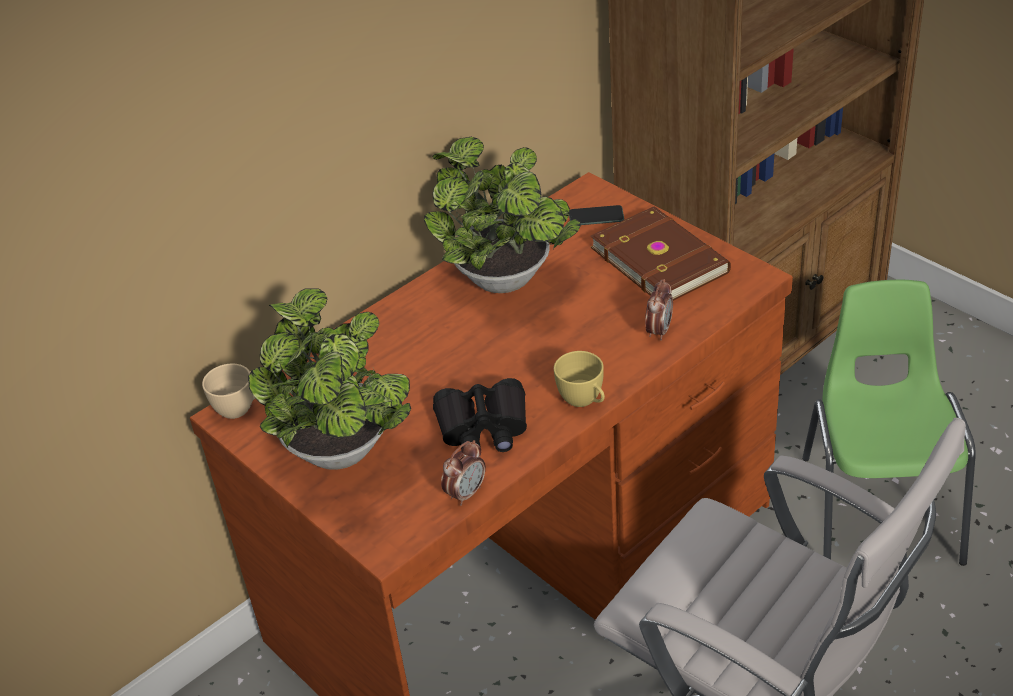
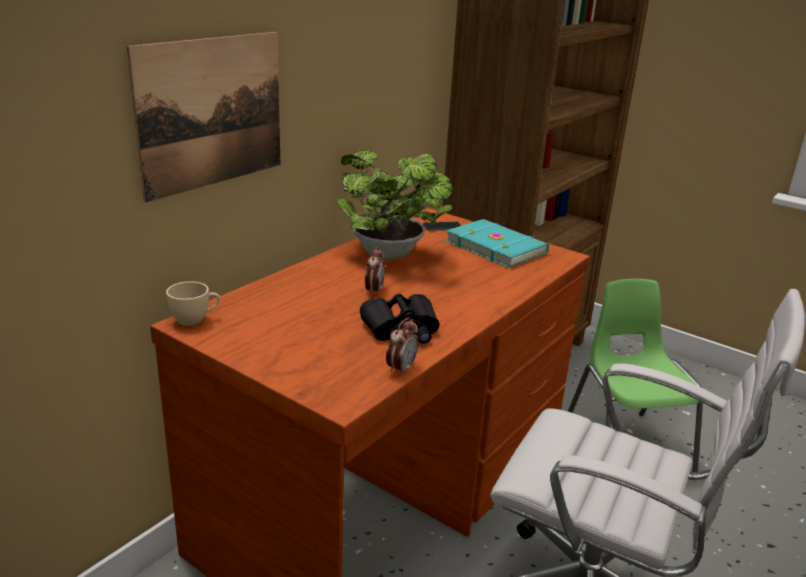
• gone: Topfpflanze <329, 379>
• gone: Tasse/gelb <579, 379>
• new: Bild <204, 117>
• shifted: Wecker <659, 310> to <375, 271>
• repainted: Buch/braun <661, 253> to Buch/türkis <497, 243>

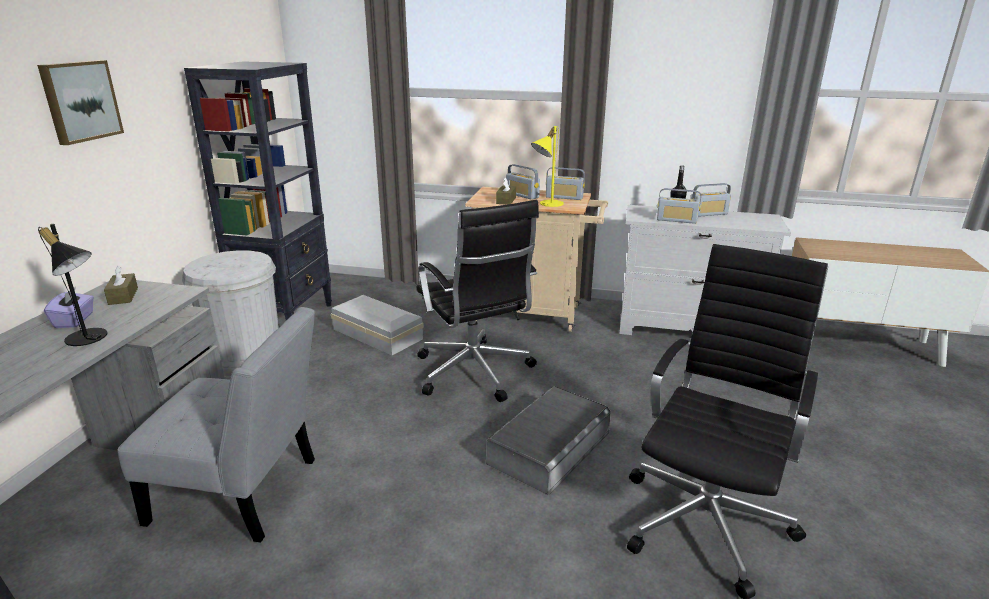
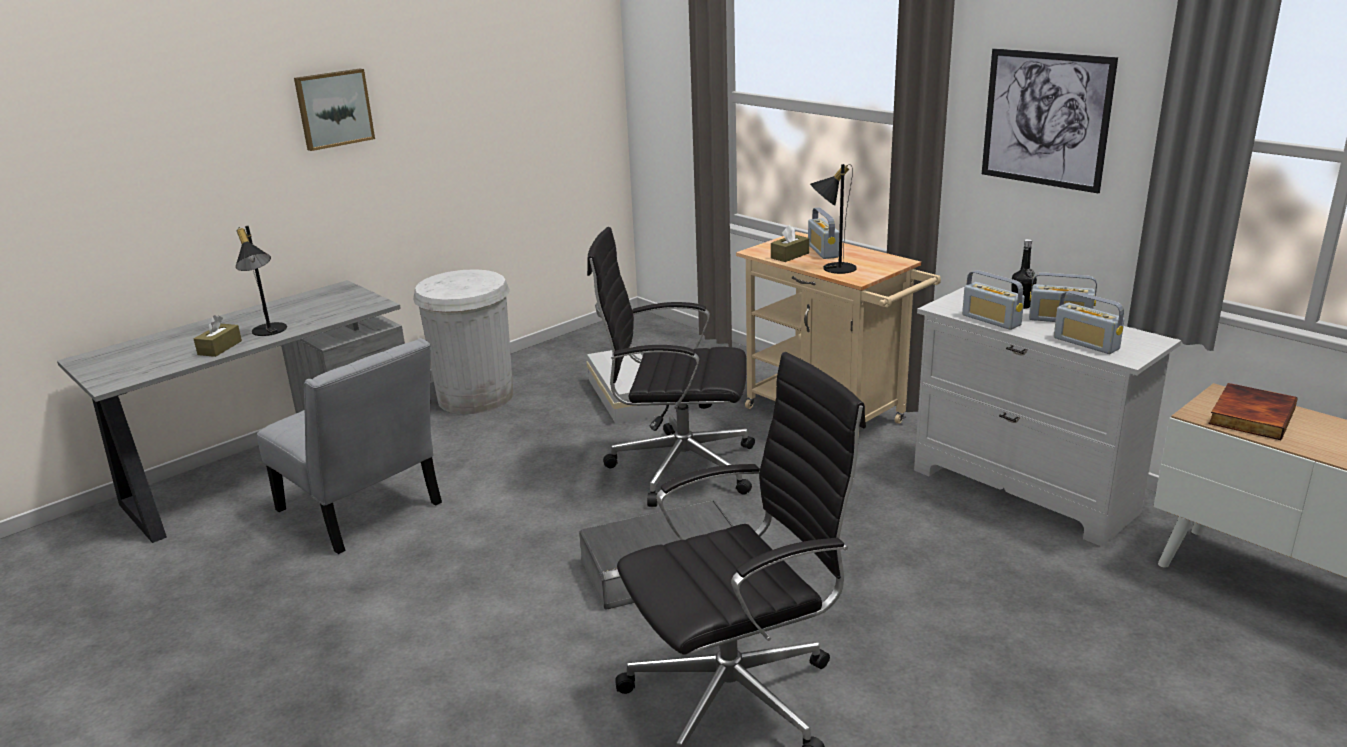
• gone: Taschentuchbox/lila <69, 307>
• gone: Bücherregal/schwarz <258, 191>
• new: Bild <1050, 121>
• new: Buch <1253, 411>
• shifted: Taschentuchbox/braun <121, 285> to <218, 336>
• shifted: Radio <565, 183> to <1089, 322>
• repainted: Tischlampe/gelb <547, 166> to Tischlampe/schwarz <833, 219>
• rotated: Bürostuhl/schwarz <478, 301> = <671, 367> 90 degrees clockwise

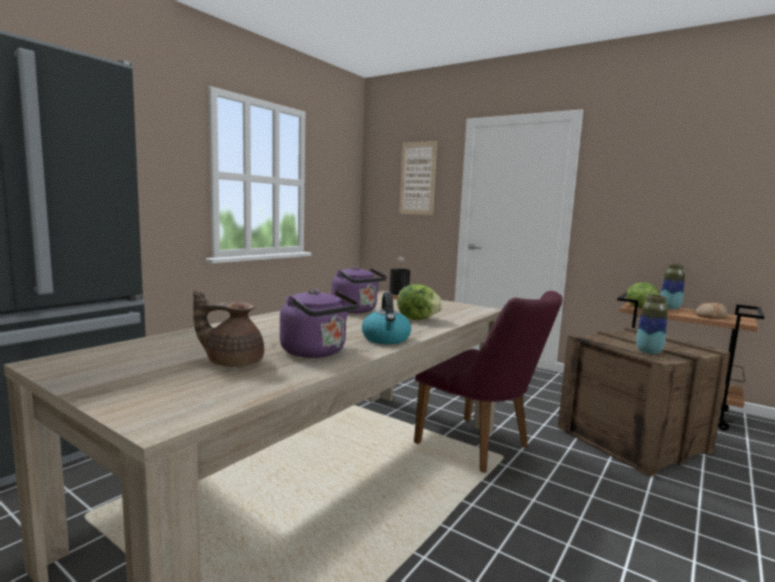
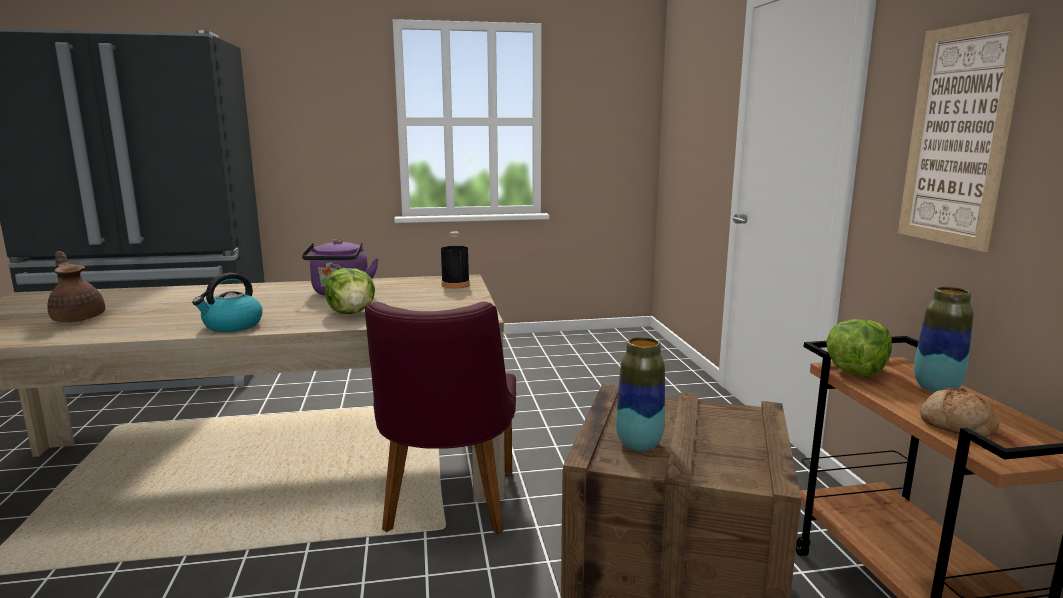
• gone: Wasserkessel/lila <320, 323>
• shifted: Bild <418, 178> to <964, 132>

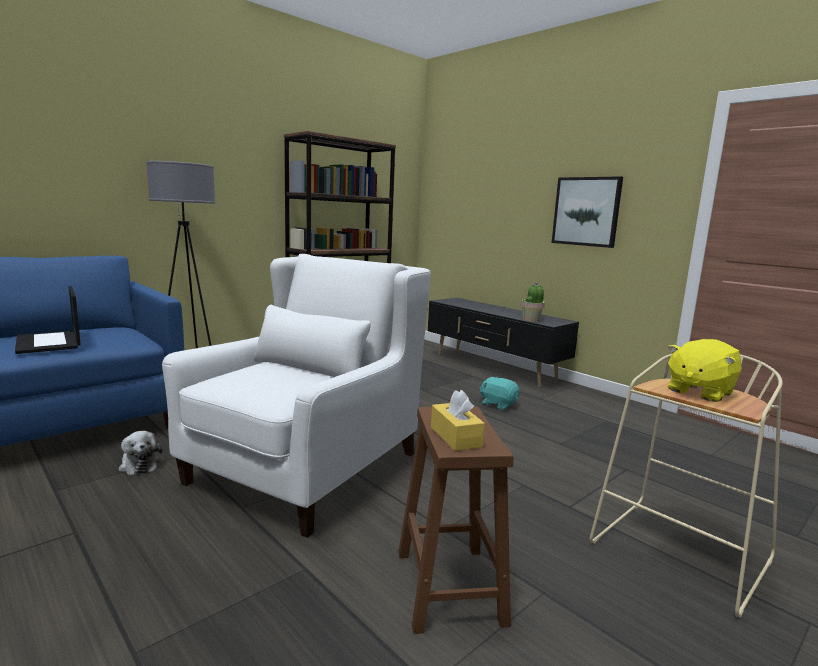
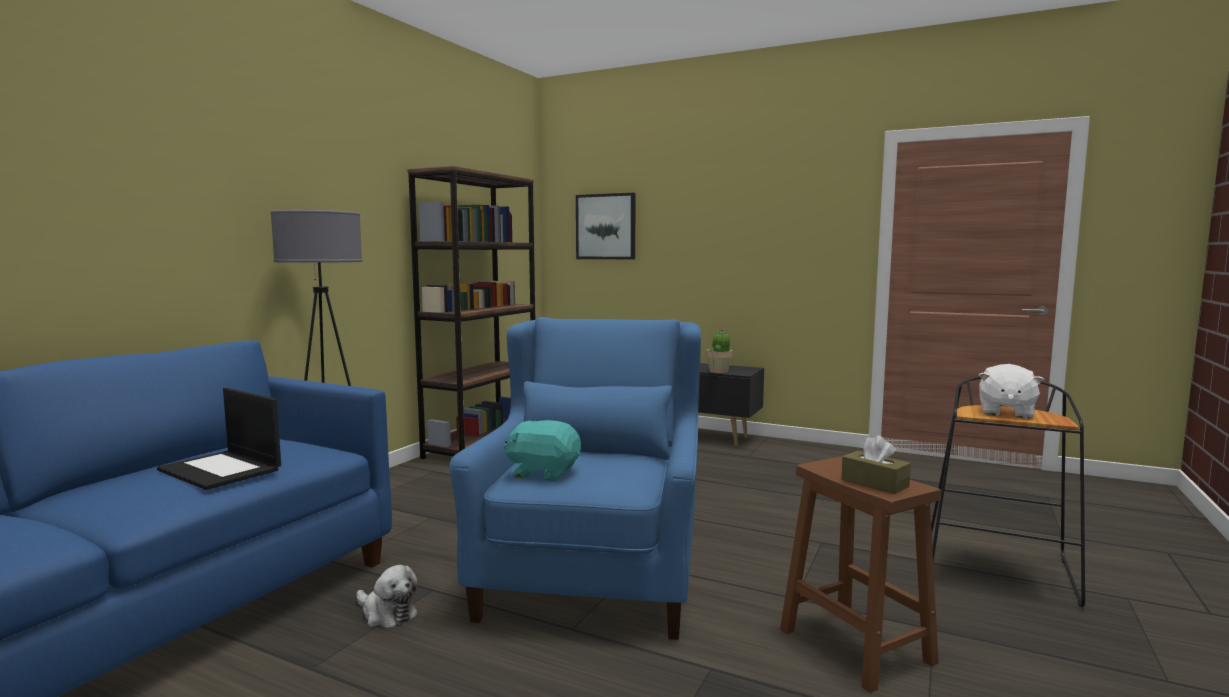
• shifted: Plüschtier/türkis <500, 393> to <542, 450>
• shifted: Bild <587, 212> to <606, 226>
• repainted: Sessel/weiß <296, 396> to Sessel/blau <575, 478>
• repainted: Taschentuchbox/gelb <458, 420> to Taschentuchbox/braun <876, 464>
• repainted: Hocker/beige <686, 485> to Hocker/schwarz <1008, 491>
• repainted: Plüschtier/gelb <705, 370> to Plüschtier/weiß <1011, 391>

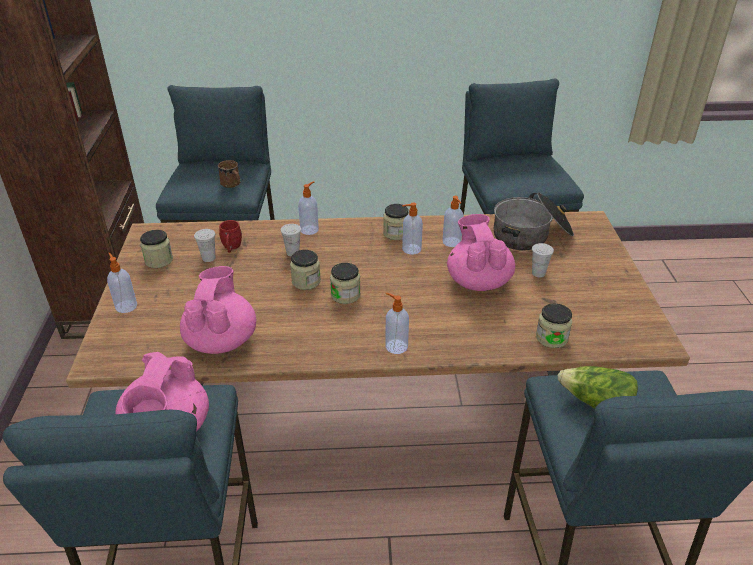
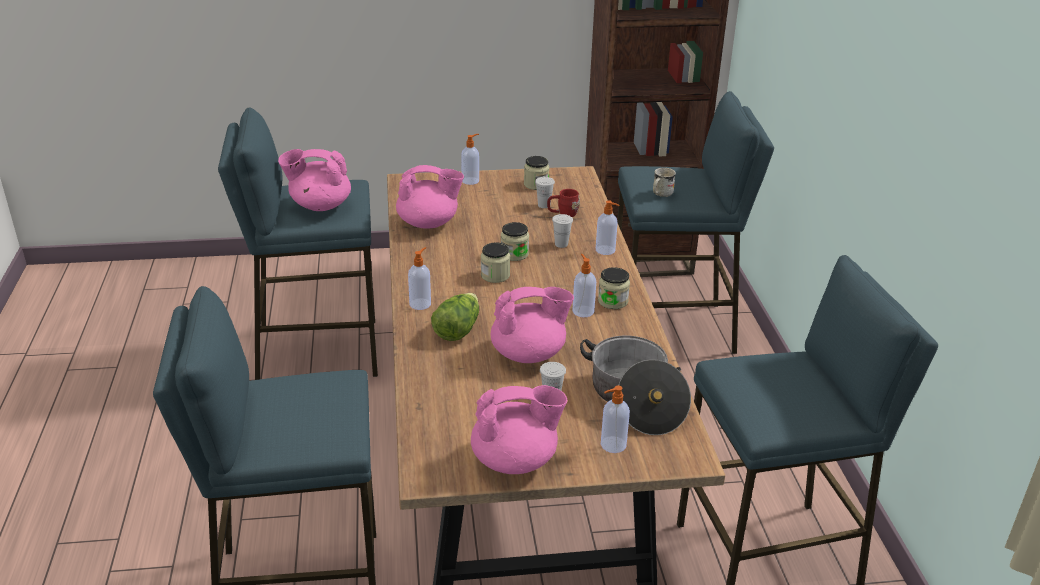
• gone: Vorratsglas <554, 325>
• new: Teekanne/rosa <519, 429>
• shifted: Seifenspender <453, 221> to <615, 419>
• shifted: Salatkopf <598, 387> to <455, 317>
• repainted: Henkelbecher/braun <229, 174> to Henkelbecher/weiß <664, 182>

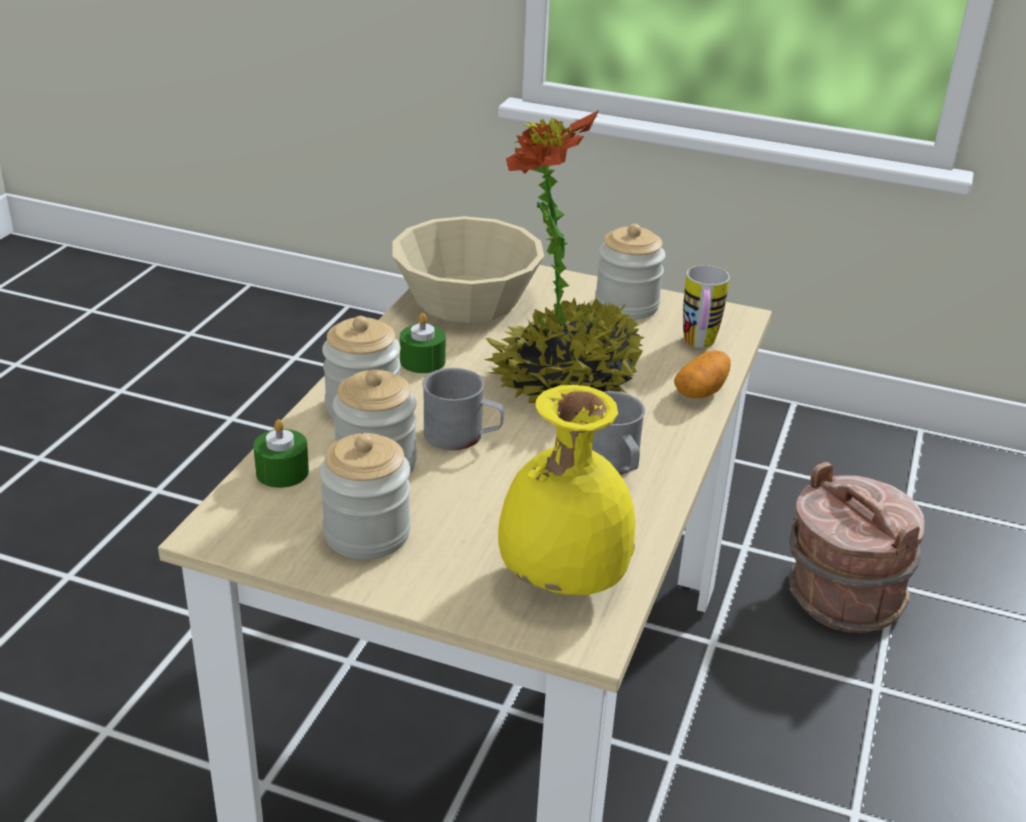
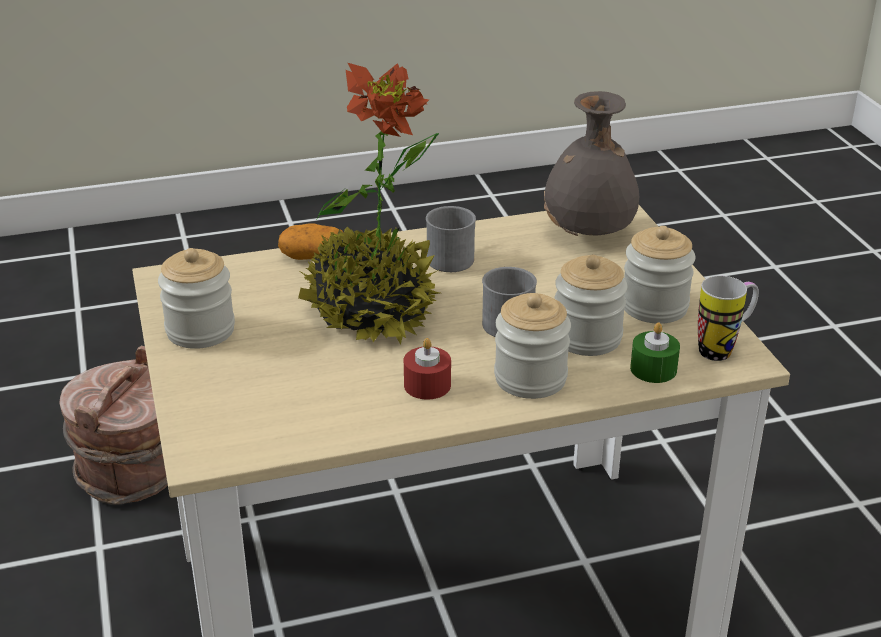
• gone: Schüssel/beige <468, 269>
• shifted: Henkelbecher <706, 306> to <728, 318>
• repainted: Kerze/grün <423, 343> to Kerze/rot <427, 369>
• repainted: Vase/gelb <566, 490> to Vase/grau <591, 163>

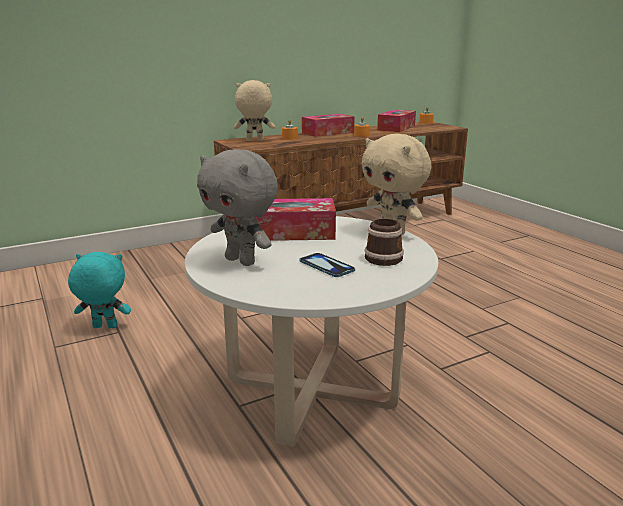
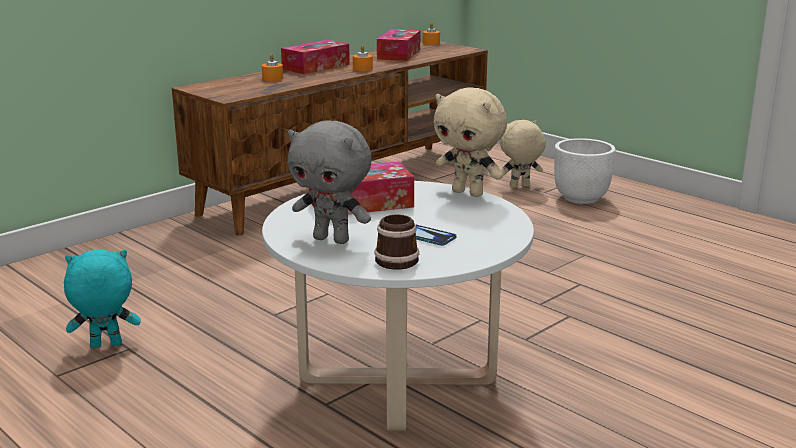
• new: Pflanzkübel/weiß <585, 171>
• shifted: Plüschtier/beige <254, 110> to <523, 154>
• shifted: Henkelbecher <384, 242> to <397, 242>

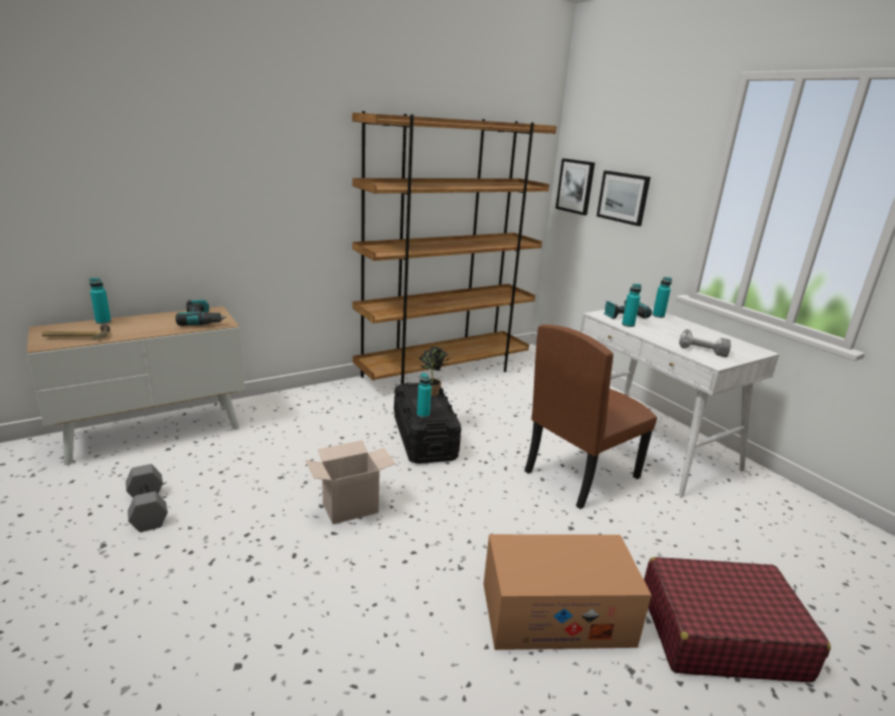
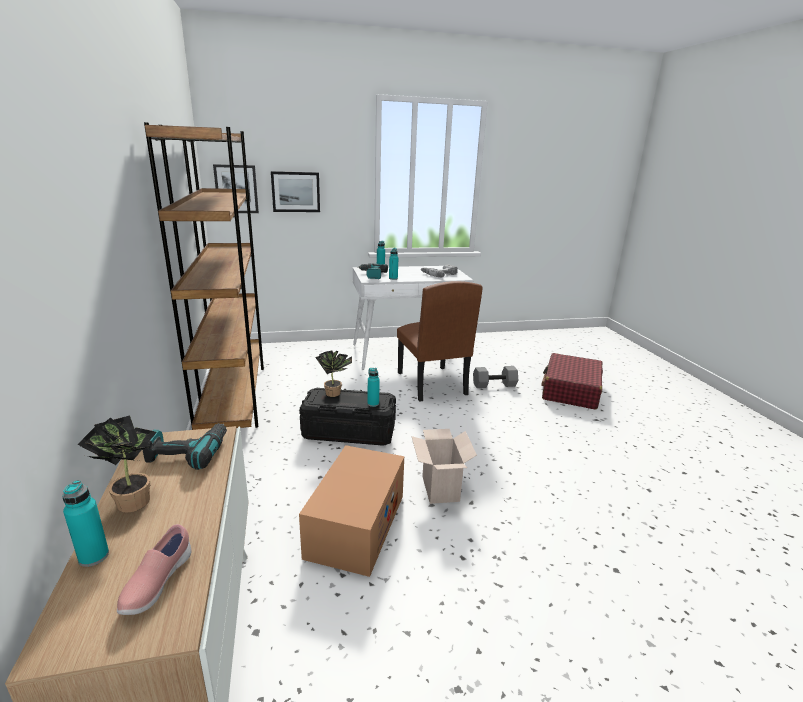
• new: Topfpflanze <117, 464>
• shifted: Hantel/grau <147, 498> to <495, 377>
• shifted: Karton <568, 592> to <351, 511>
• swapped: Hammer <76, 332> to Schuh/rosa <154, 569>

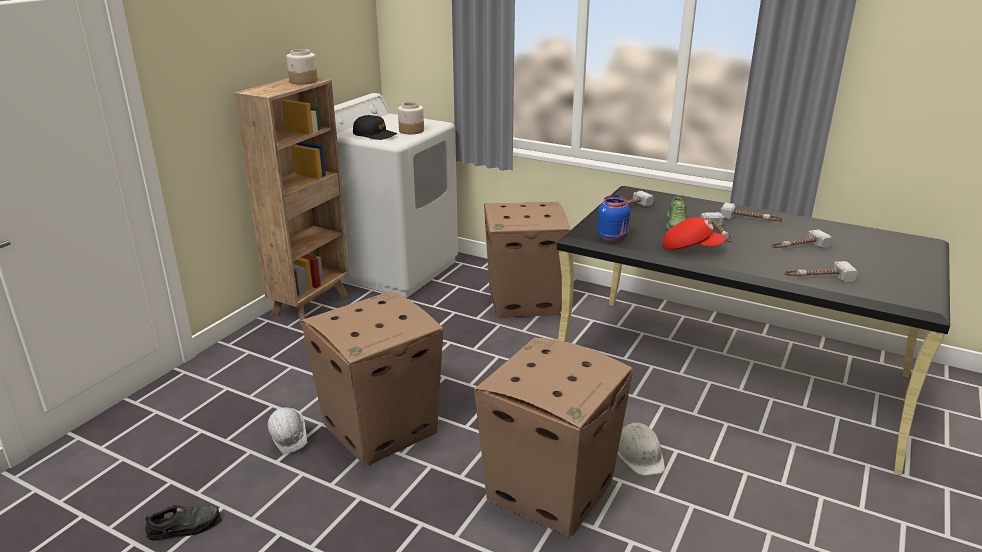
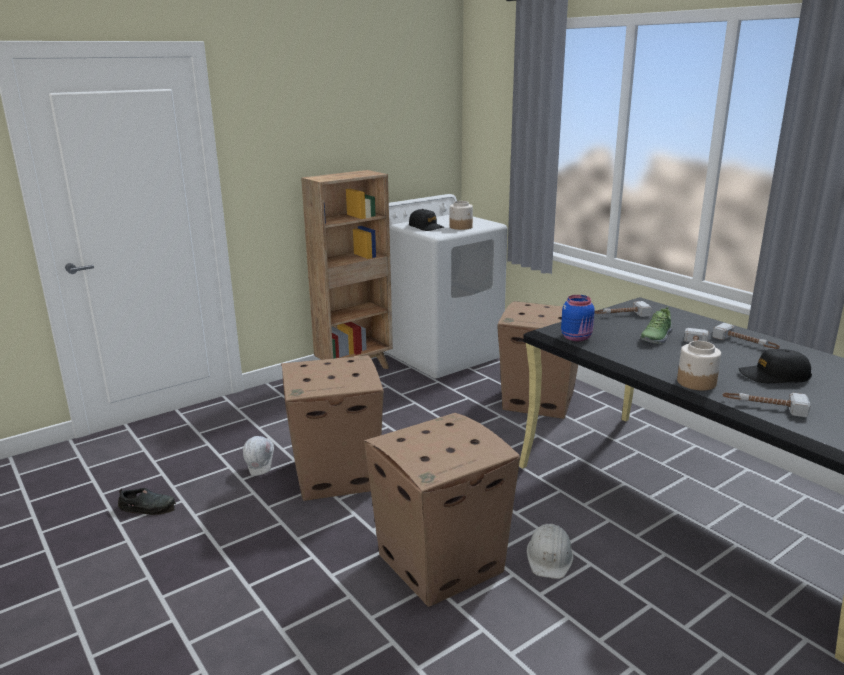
• gone: Kappe/rot <694, 233>
• shifted: Vorratsglas <302, 67> to <699, 366>
• swapped: Hammer <802, 238> to Kappe/schwarz <775, 366>

